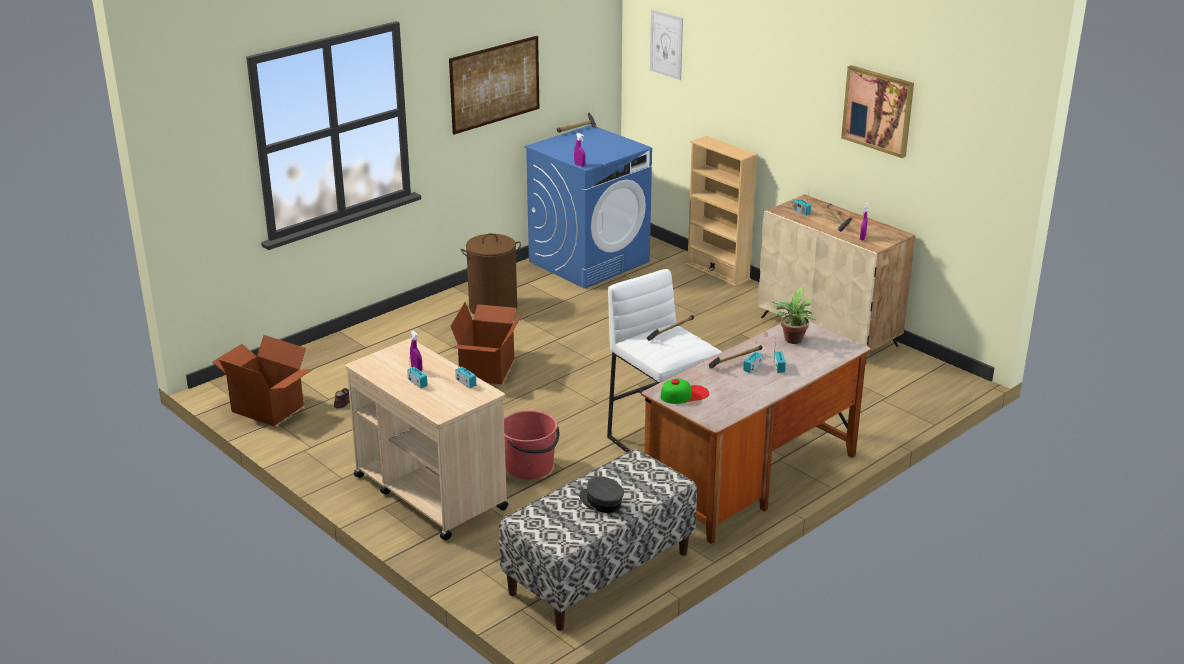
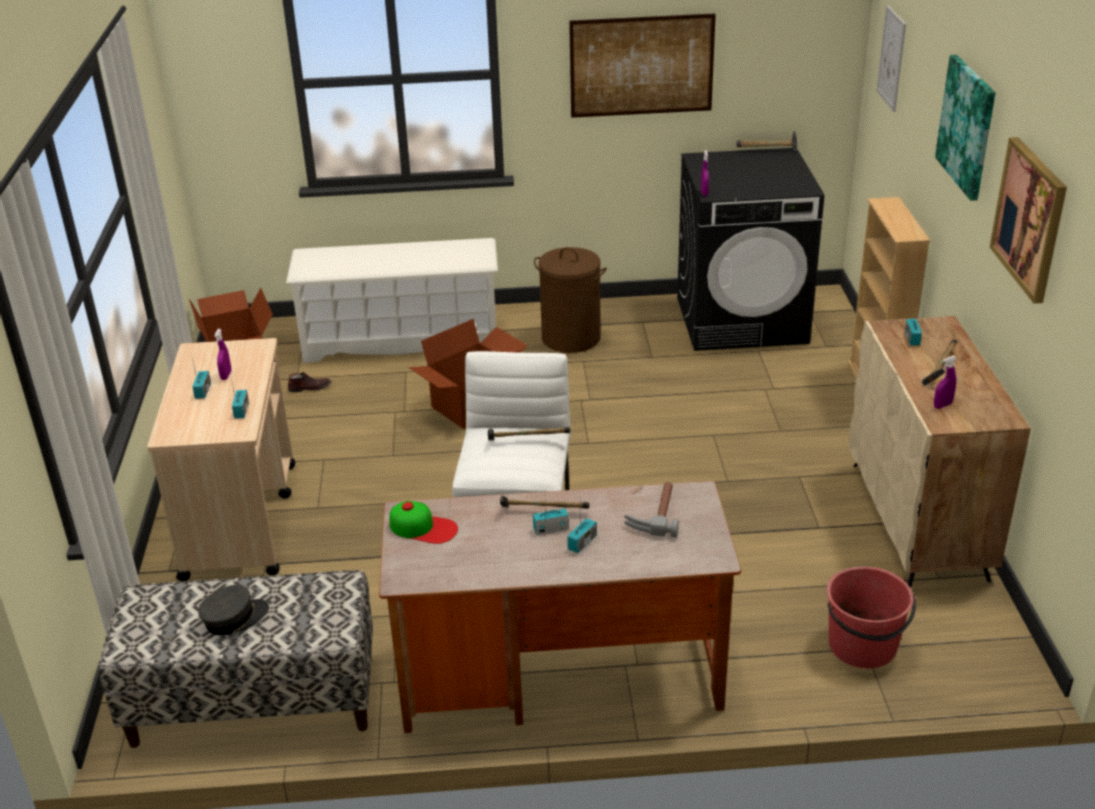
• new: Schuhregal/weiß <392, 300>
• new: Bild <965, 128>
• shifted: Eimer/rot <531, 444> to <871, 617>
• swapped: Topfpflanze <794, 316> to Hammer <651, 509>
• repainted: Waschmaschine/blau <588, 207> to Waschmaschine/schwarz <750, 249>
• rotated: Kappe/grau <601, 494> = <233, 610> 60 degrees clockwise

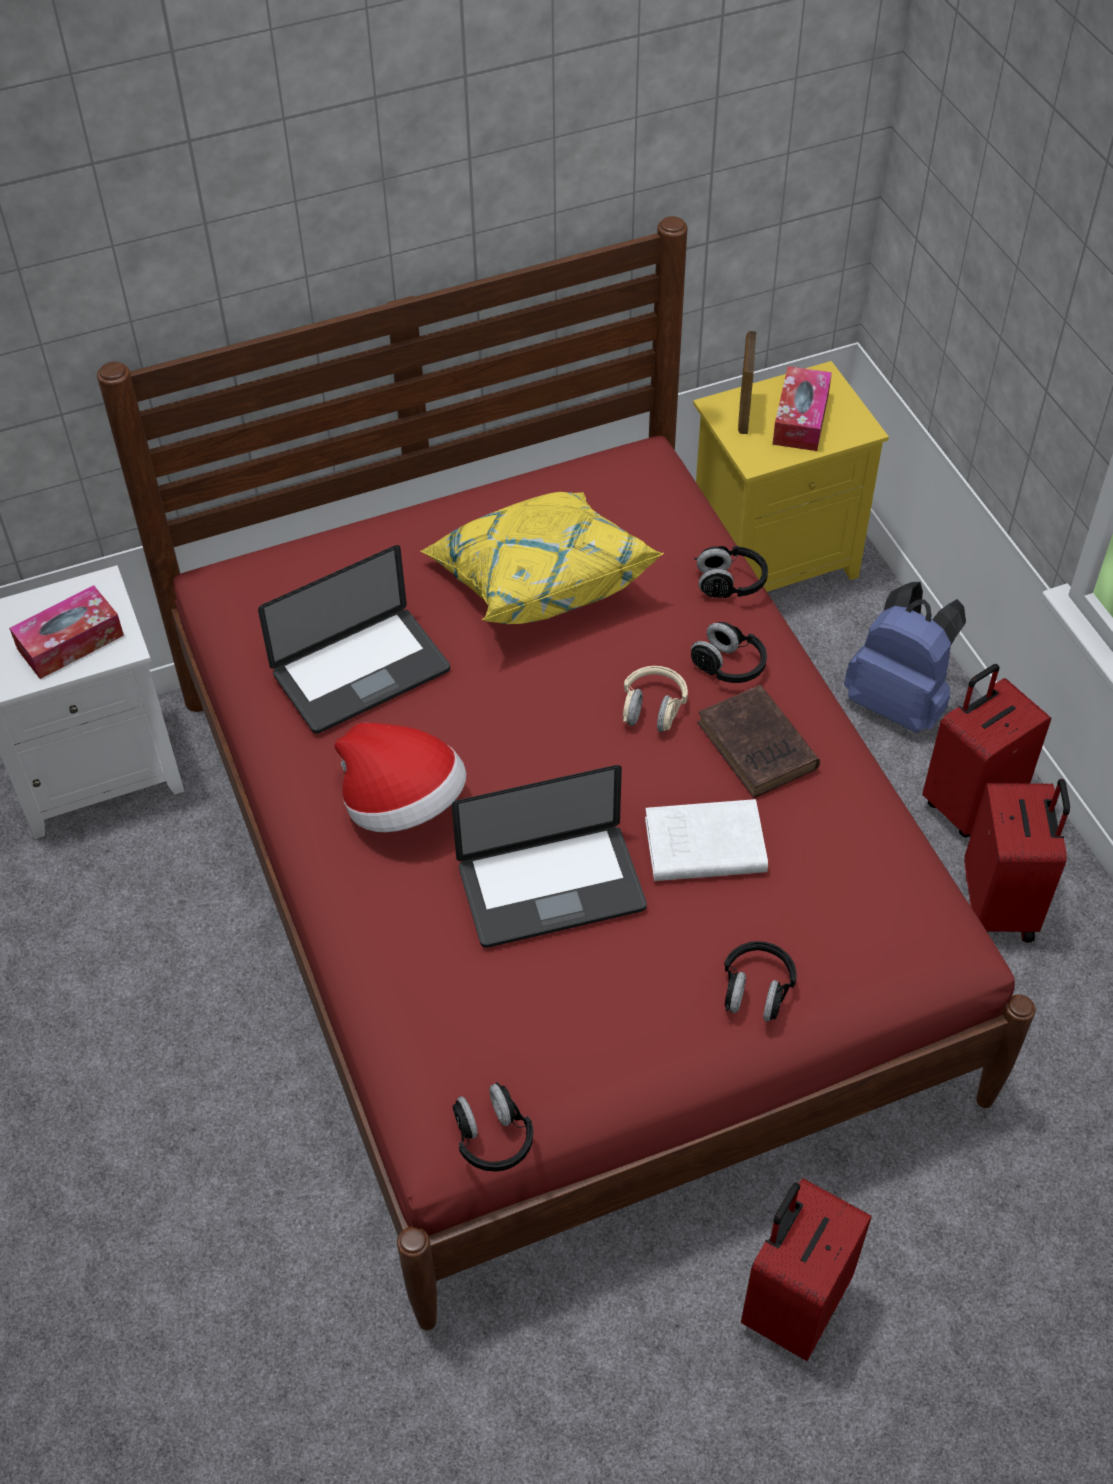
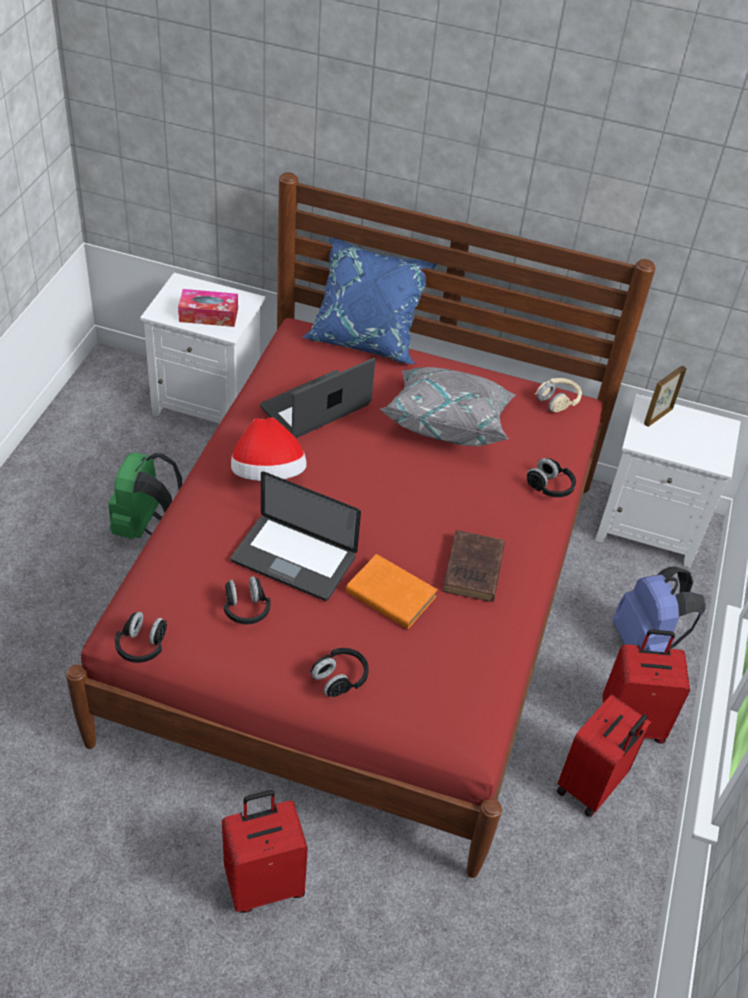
• gone: Taschentuchbox <802, 408>
• new: Rucksack/grün <145, 495>
• new: Kissen/blau <369, 300>
• shifted: Kopfhörer/beige <655, 699> to <558, 395>
• shifted: Kopfhörer/schwarz <729, 652> to <247, 600>
• repainted: Kissen/gelb <542, 558> to Kissen/grau <447, 406>
• repainted: Buch/weiß <706, 840> to Buch/orange <392, 591>
• repainted: Nachttisch/gelb <791, 476> to Nachttisch/weiß <668, 481>
• rotated: Laptop <354, 639> = <317, 398> 135 degrees clockwise

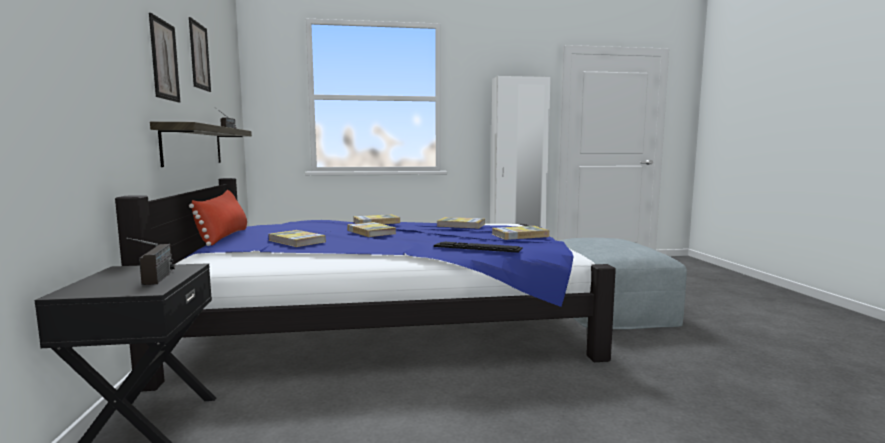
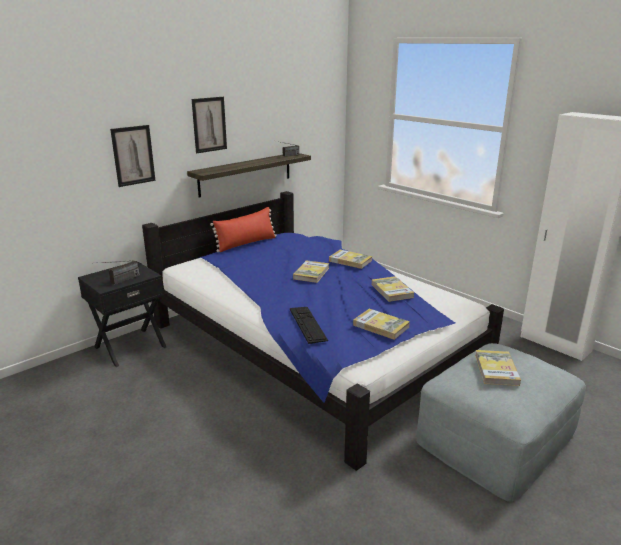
• shifted: Bild <200, 54> to <133, 156>
• shifted: Buch <297, 238> to <498, 368>

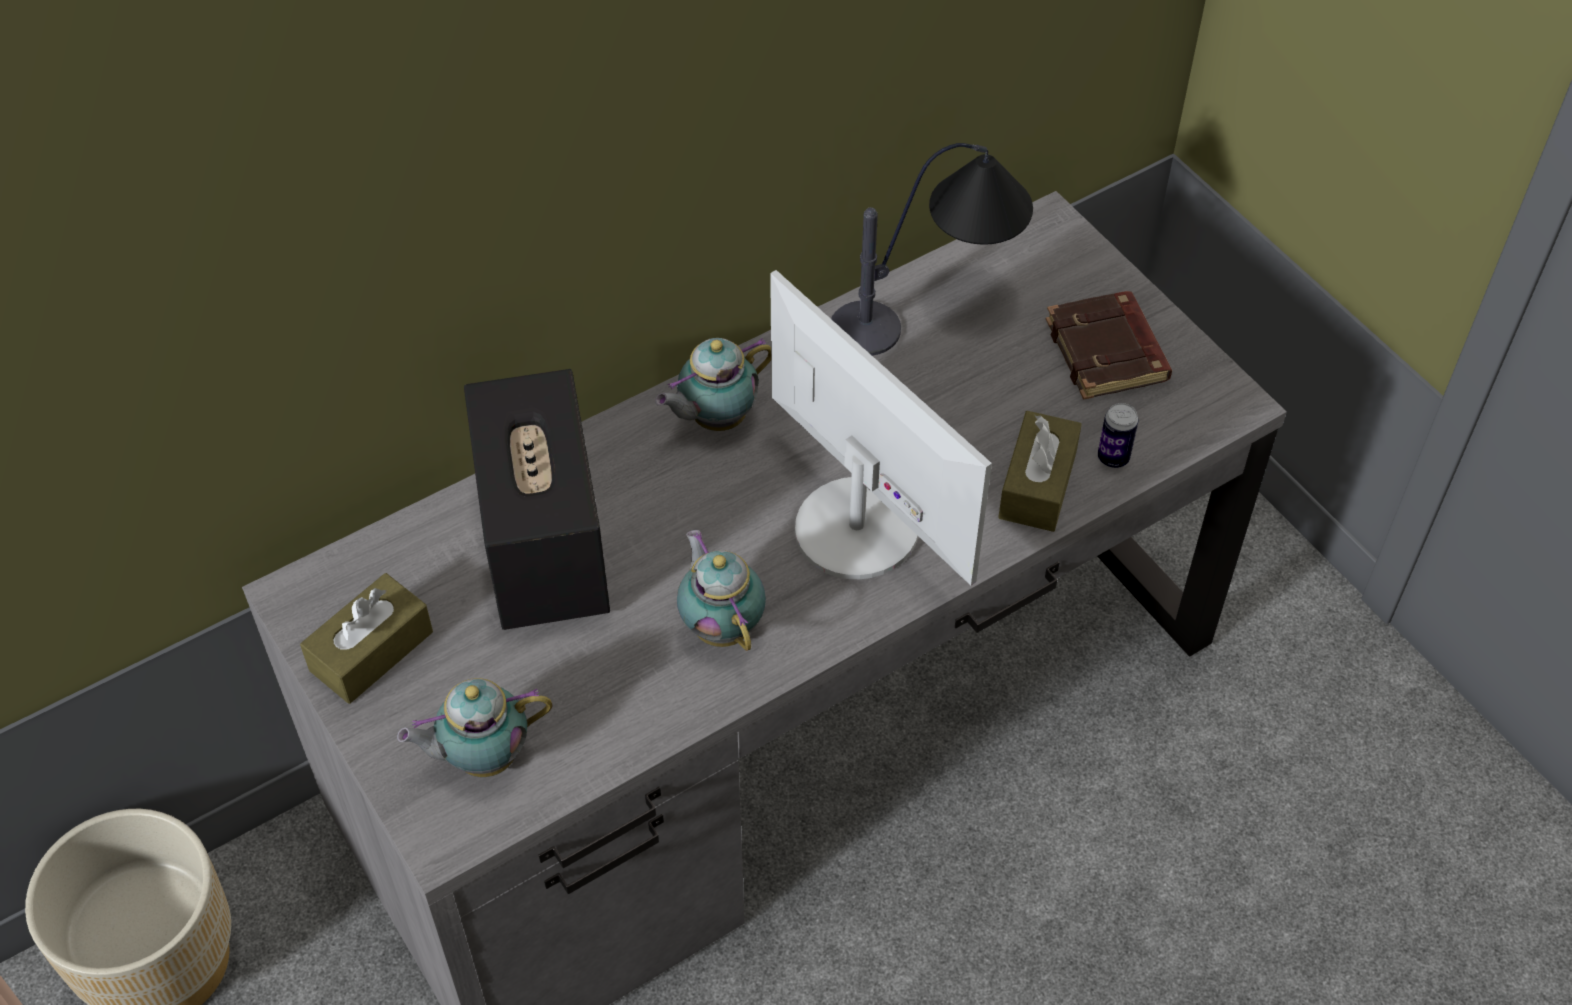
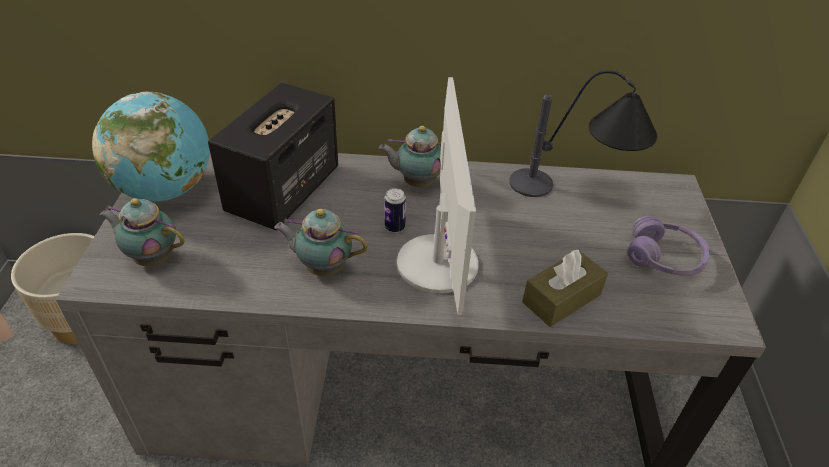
• shifted: Dose <1118, 435> to <395, 210>
• swapped: Taschentuchbox/braun <366, 638> to Globus <151, 147>
• swapped: Buch/braun <1109, 345> to Kopfhörer/lila <668, 246>
• rotated: Teekanne <721, 590> = <321, 242> 90 degrees counterclockwise

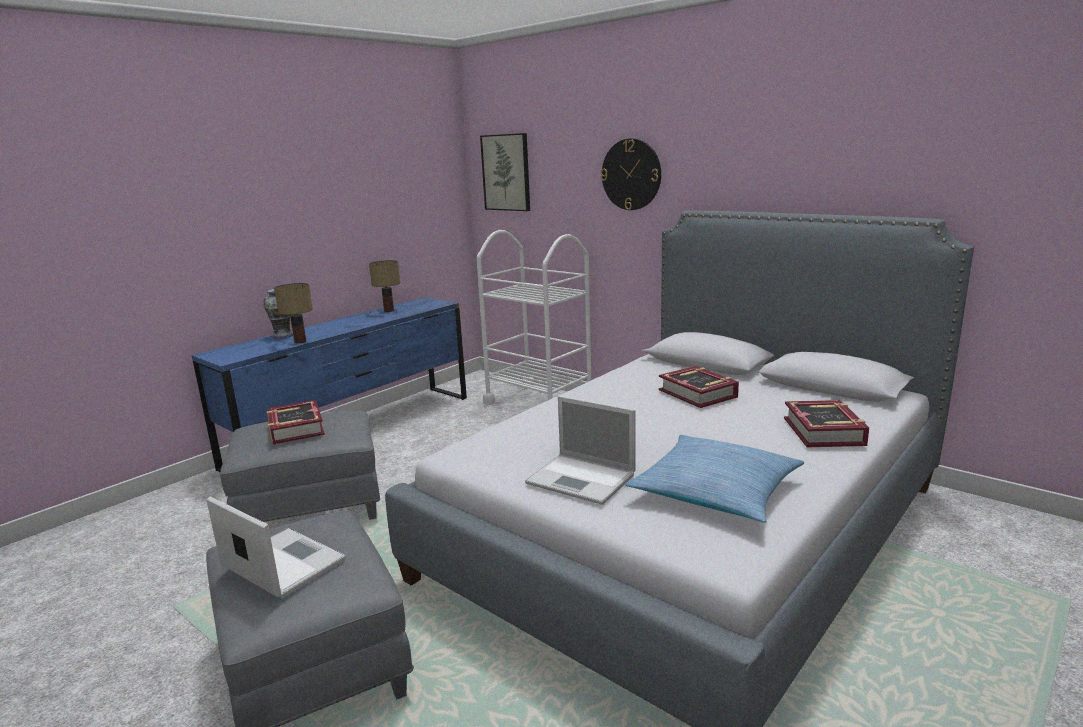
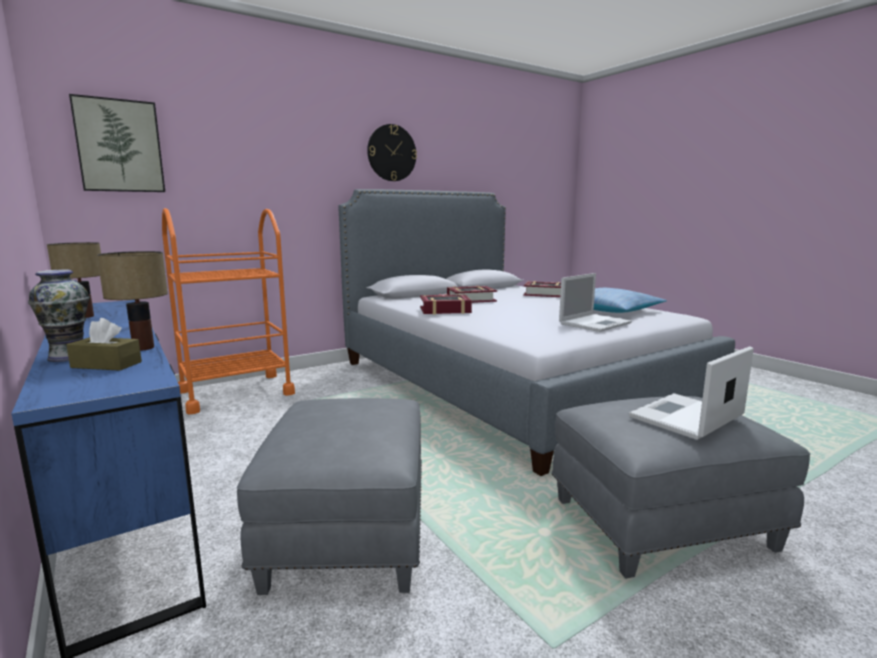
• new: Taschentuchbox/braun <104, 344>
• shifted: Buch <296, 422> to <446, 304>
• shifted: Wanduhr <631, 174> to <392, 152>
• repainted: Rollwagen/weiß <533, 317> to Rollwagen/orange <228, 311>

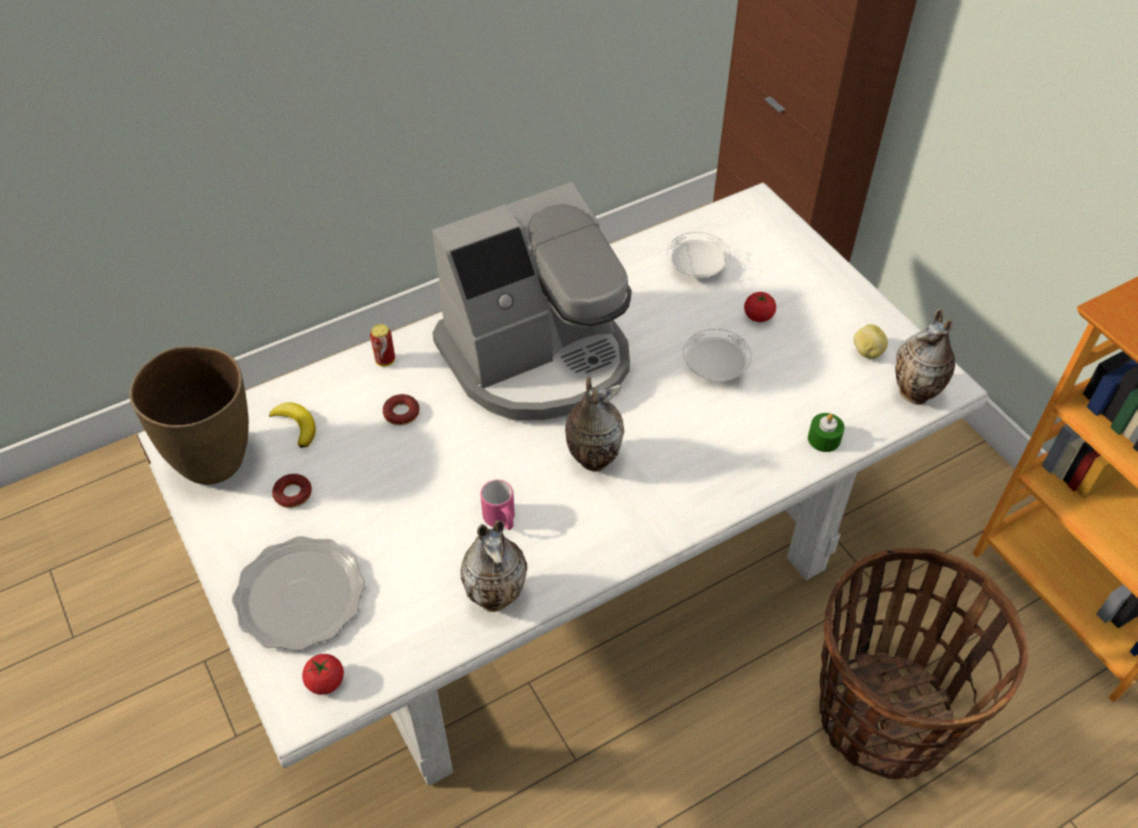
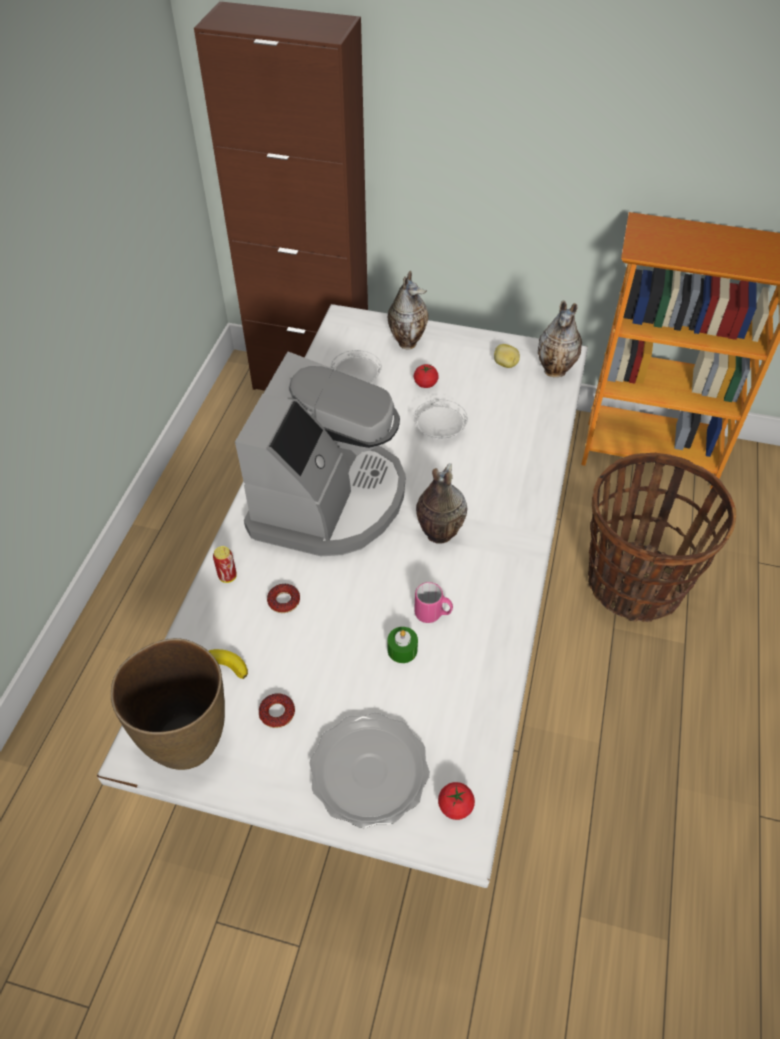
• shifted: Vase <493, 566> to <408, 310>
• shifted: Kerze/grün <826, 432> to <403, 645>

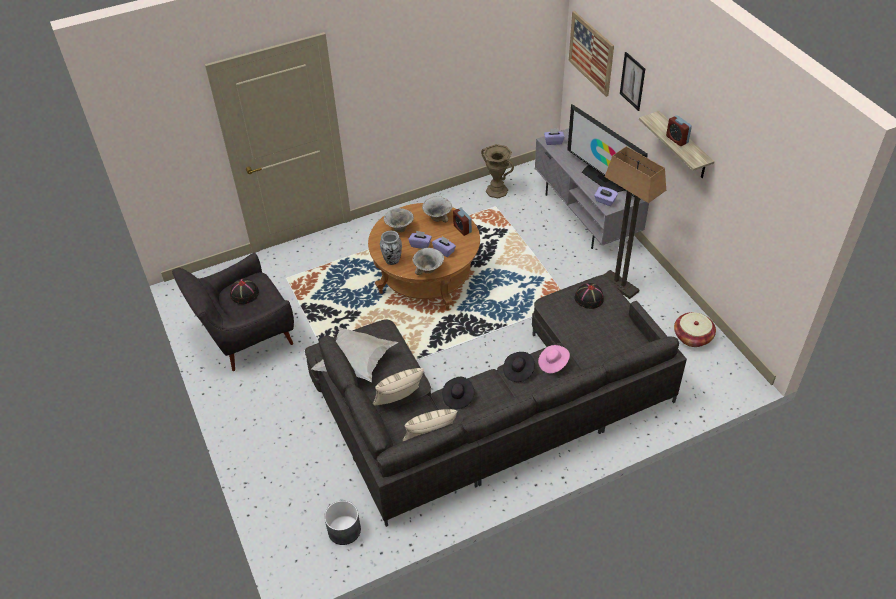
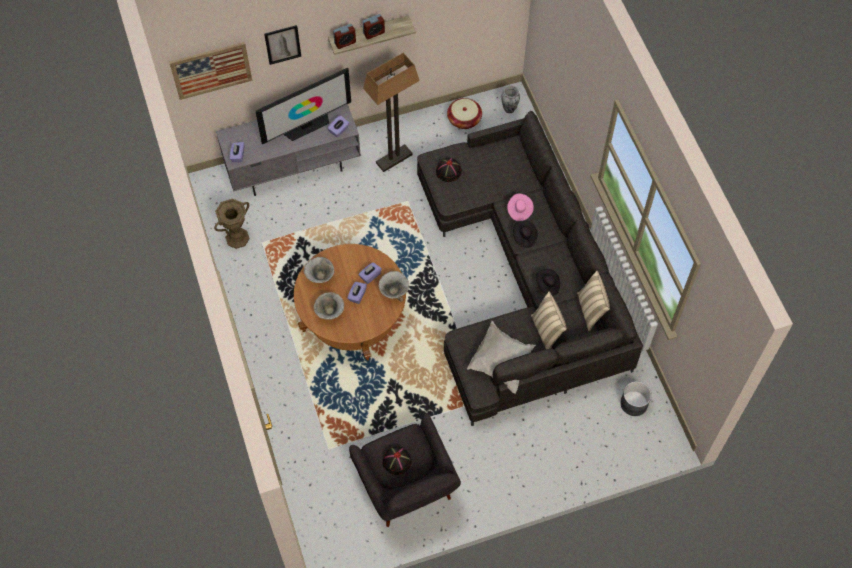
• shifted: Vase <391, 248> to <510, 99>
• shifted: Wecker <462, 222> to <344, 36>

